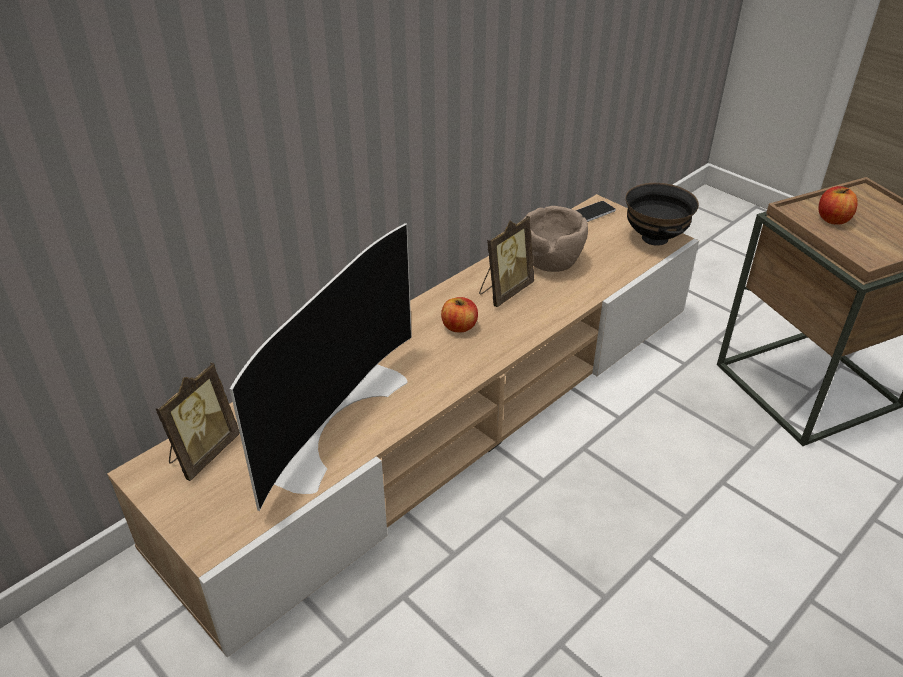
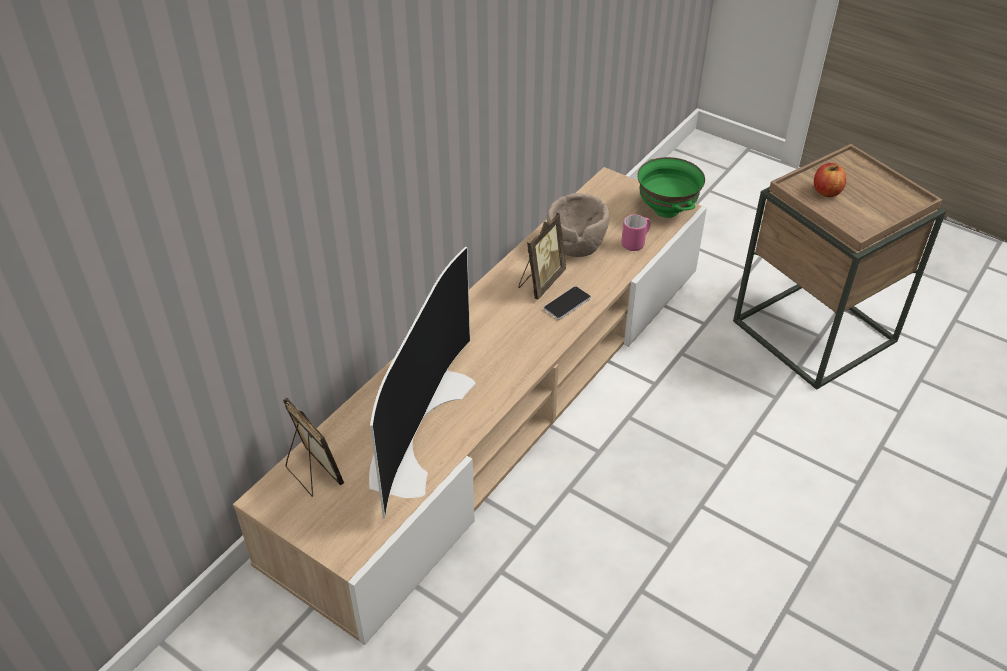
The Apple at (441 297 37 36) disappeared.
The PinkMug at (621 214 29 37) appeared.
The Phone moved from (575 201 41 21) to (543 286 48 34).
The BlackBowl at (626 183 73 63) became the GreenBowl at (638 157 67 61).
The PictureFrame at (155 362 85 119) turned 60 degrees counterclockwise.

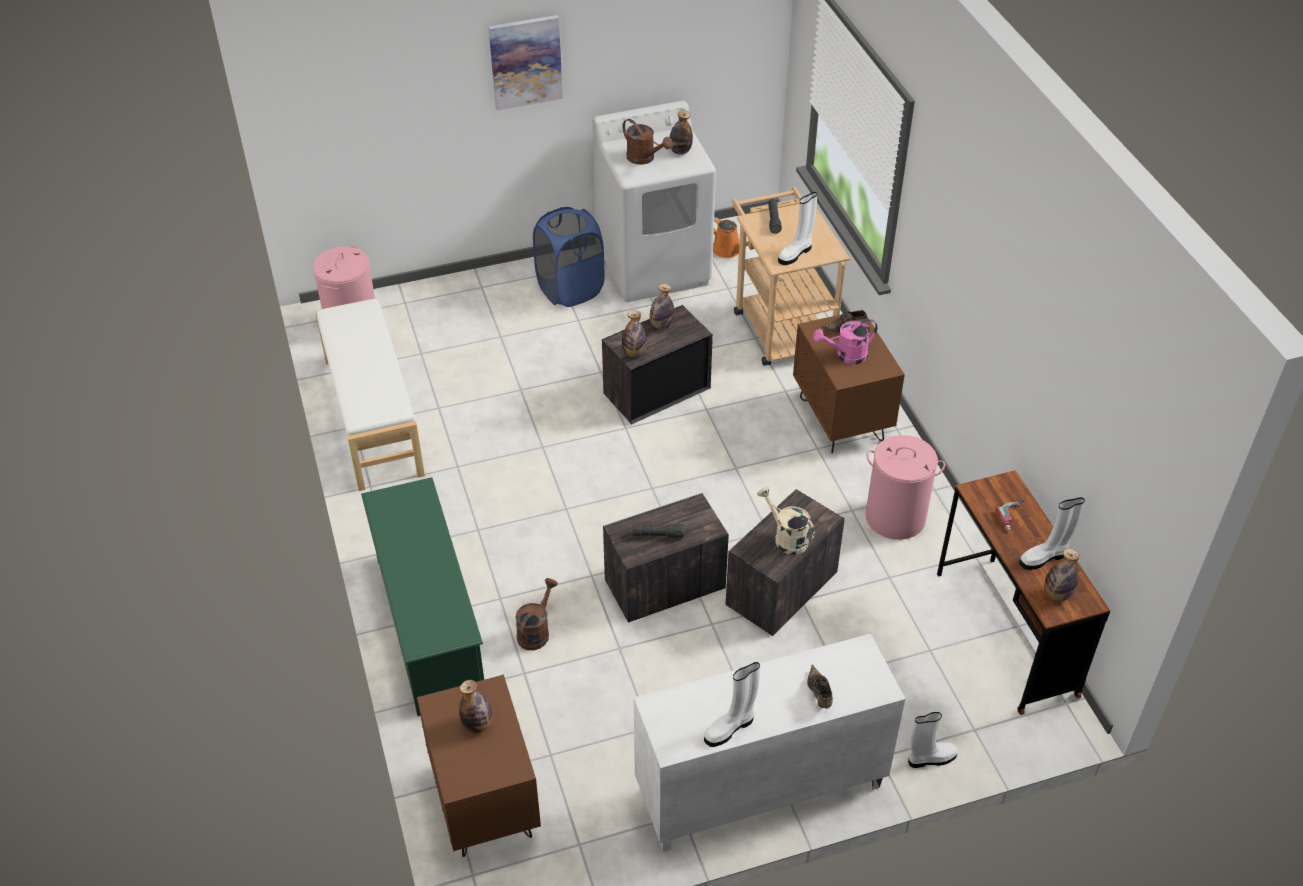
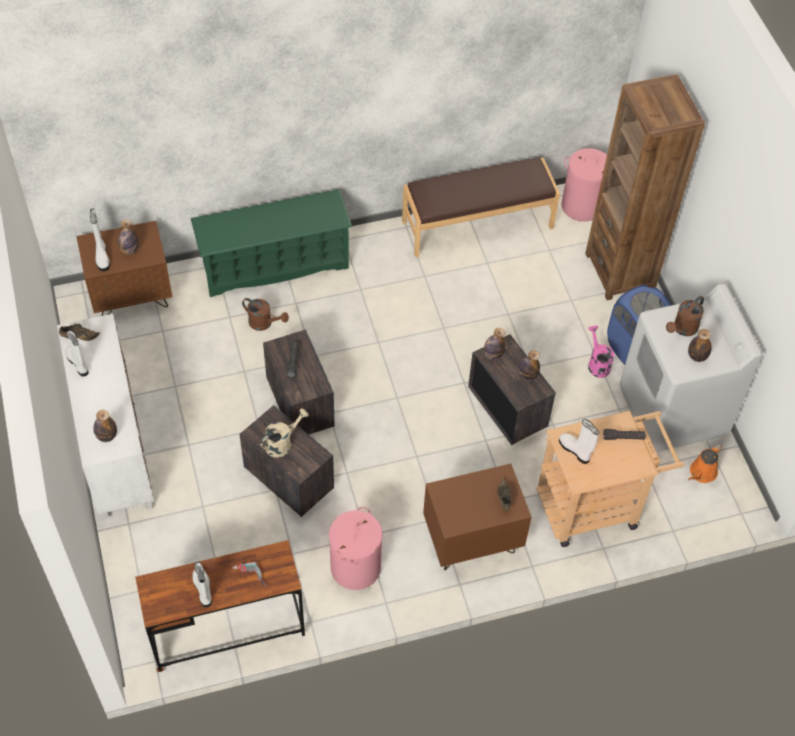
The Picture at (489 15 74 95) disappeared.
The BrownBookcase at (585 74 120 226) appeared.
The BrownShoe moved from (807 664 26 44) to (59 324 41 17).
The PinkWateringCan moved from (813 319 64 45) to (588 325 26 53).
The WhiteBoot moved from (908 712 50 56) to (90 209 20 63).
The Bottle moved from (1044 548 36 53) to (93 410 24 32).
The WhiteBench at (315 298 110 193) became the BrownBench at (402 157 158 100).

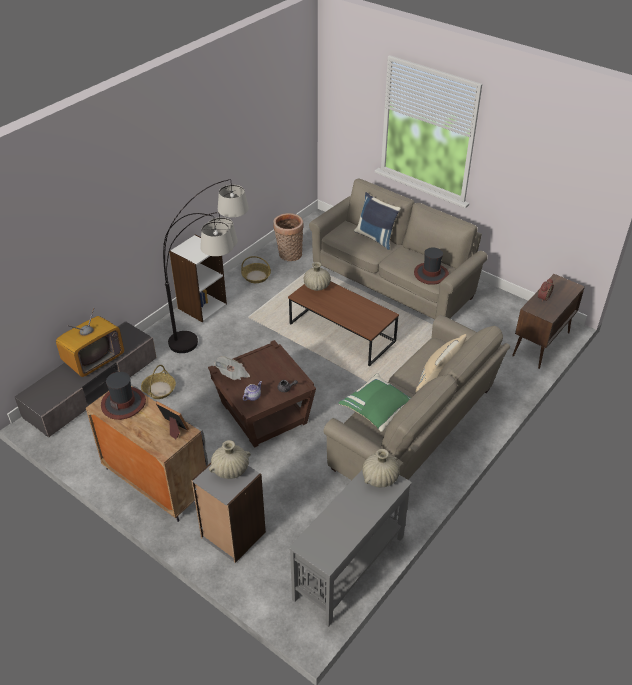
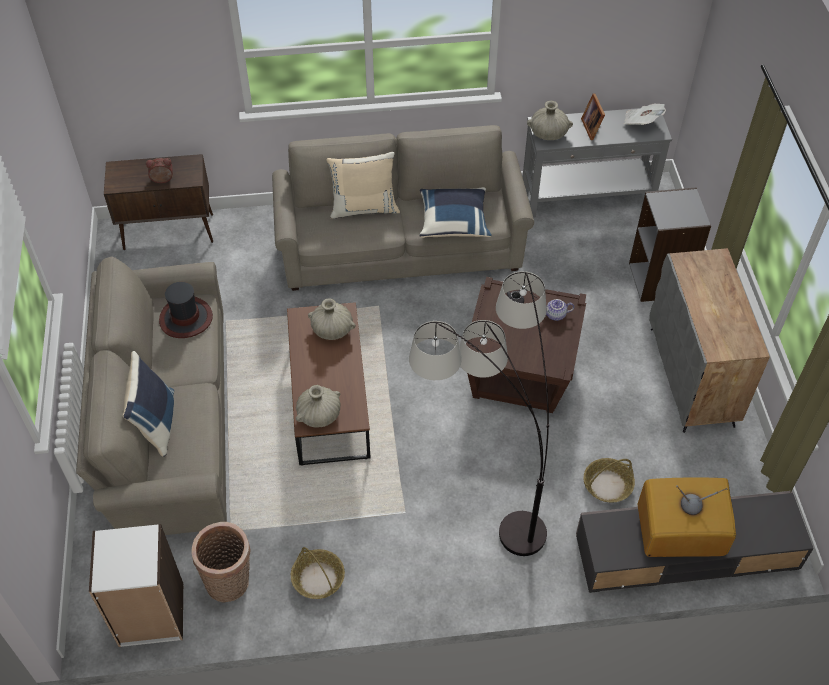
The Hat at (101 372 45 48) disappeared.
The PictureFrame moved from (156 401 33 38) to (581 93 24 47).
The WhiteBookcase moved from (169 234 58 88) to (89 524 95 123).
The BeigeVase moved from (209 440 42 39) to (308 299 48 41).
The Newspaper moved from (214 356 36 24) to (623 103 43 22).
The GreenPillow at (339 373 72 59) became the BluePillow at (419 187 73 51).

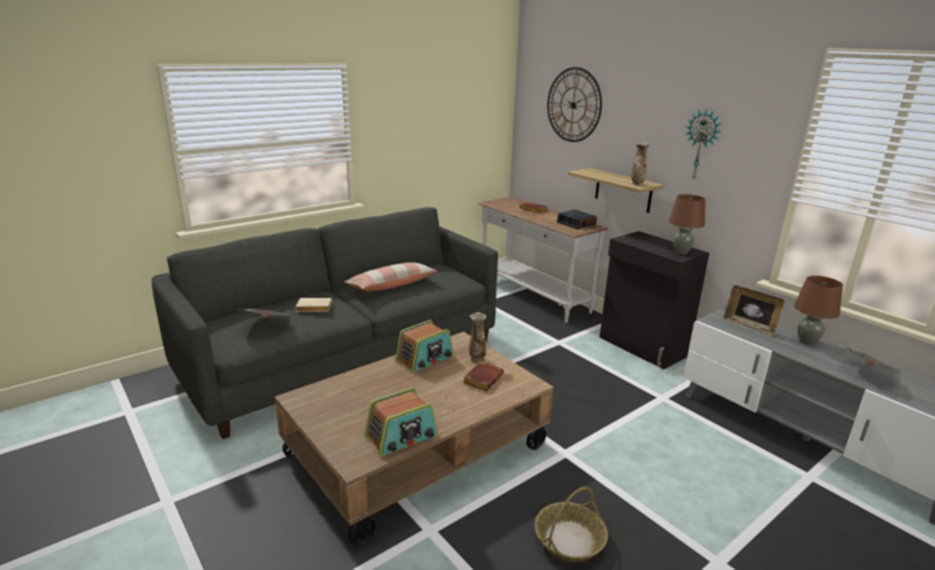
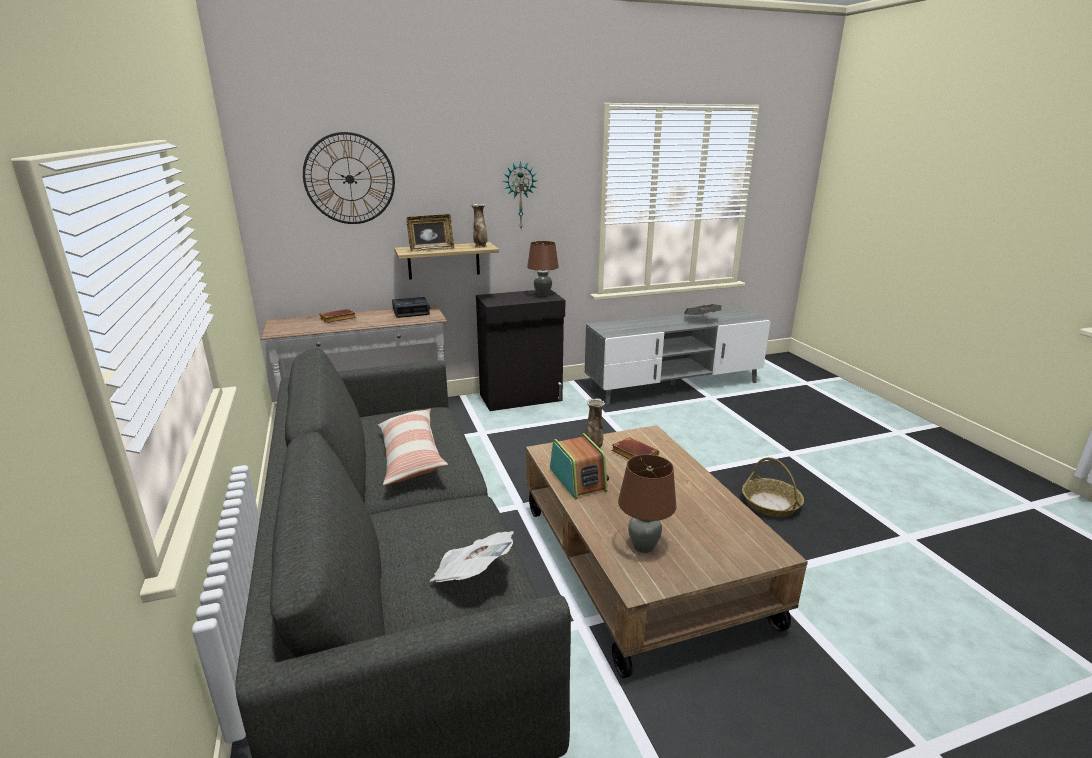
The BeigeBook at (296 298 36 14) disappeared.
The Radio at (364 388 74 69) disappeared.
The PictureFrame moved from (724 285 60 51) to (407 214 47 38).
The BrownTableLamp moved from (794 276 49 70) to (618 454 58 99).

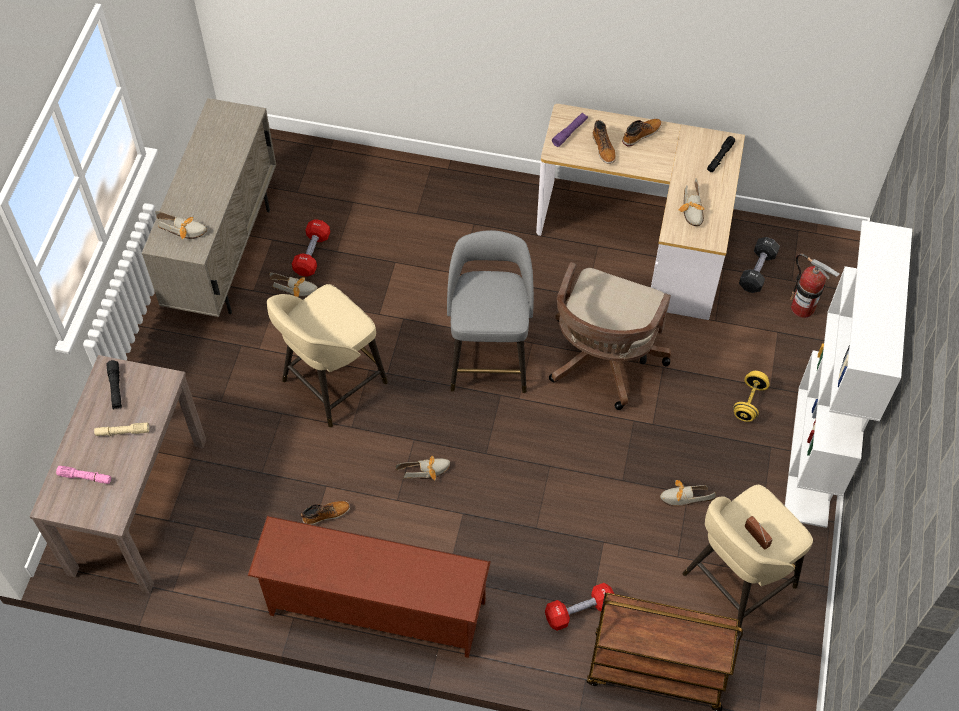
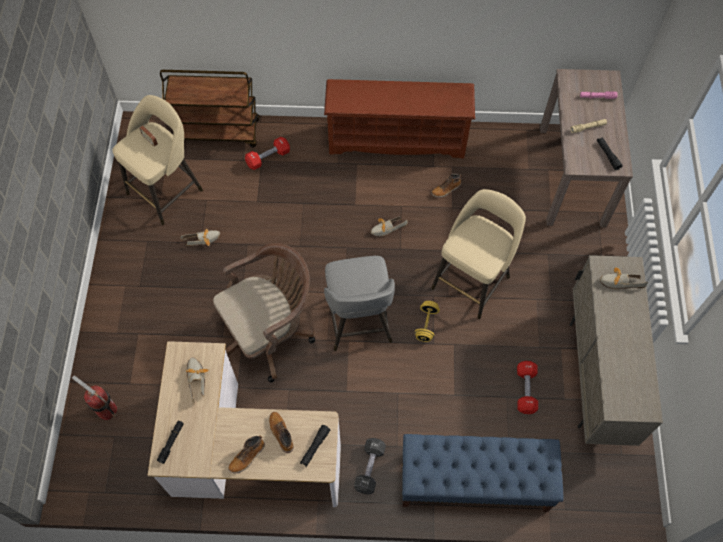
The Shoe at (270 273 48 24) disappeared.
The WhiteBookcase at (785 220 127 308) disappeared.
The BlueBench at (402 434 162 78) appeared.
The YellowDumbbell moved from (733 371 36 51) to (415 301 25 41).
The BlackDumbbell moved from (739 237 41 56) to (354 438 32 56).
The PurpleFlashlight at (552 112 36 35) became the BlackFlashlight at (300 425 31 42).
The BrownOfficeChair at (549 262 122 148) turned 45 degrees clockwise.

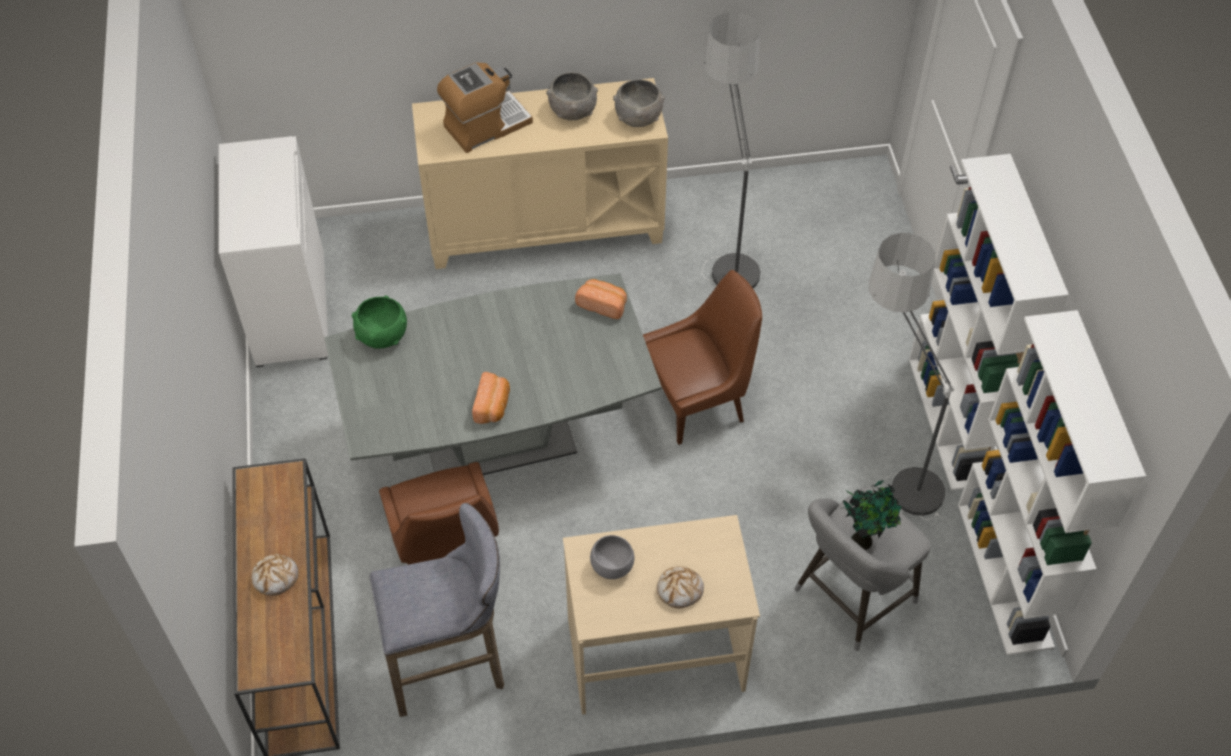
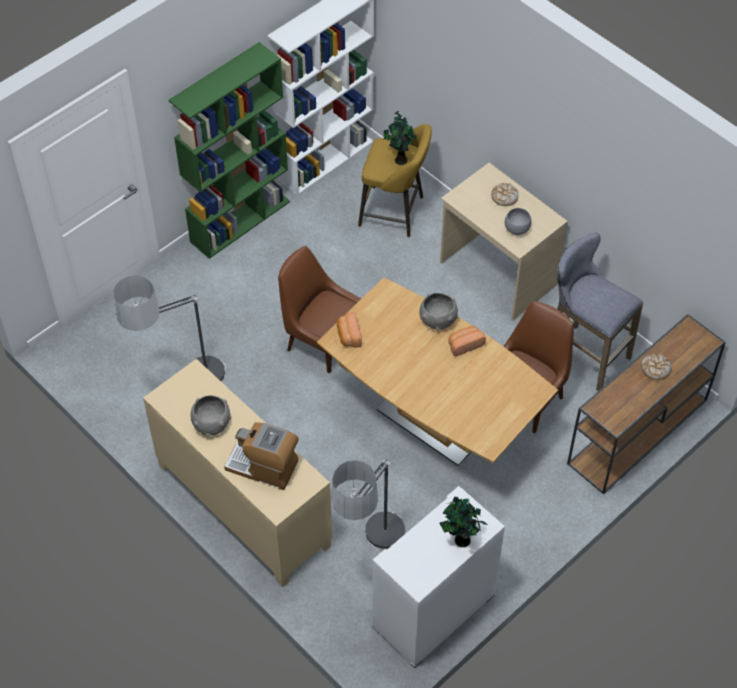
The GreenBowl at (352 296 55 52) disappeared.
The PottedPlant at (439 496 49 51) appeared.
The GreyBowl moved from (613 79 52 48) to (419 293 39 37).
The FloorLamp moved from (869 233 85 287) to (331 458 74 94).
The GreyDiningTable at (324 274 338 201) became the BrownDiningTable at (317 278 241 188).
The GreyStool at (795 487 135 164) became the YellowStool at (358 124 74 113).
The WhiteBookcase at (909 154 160 337) became the GreenBookcase at (169 42 121 217).

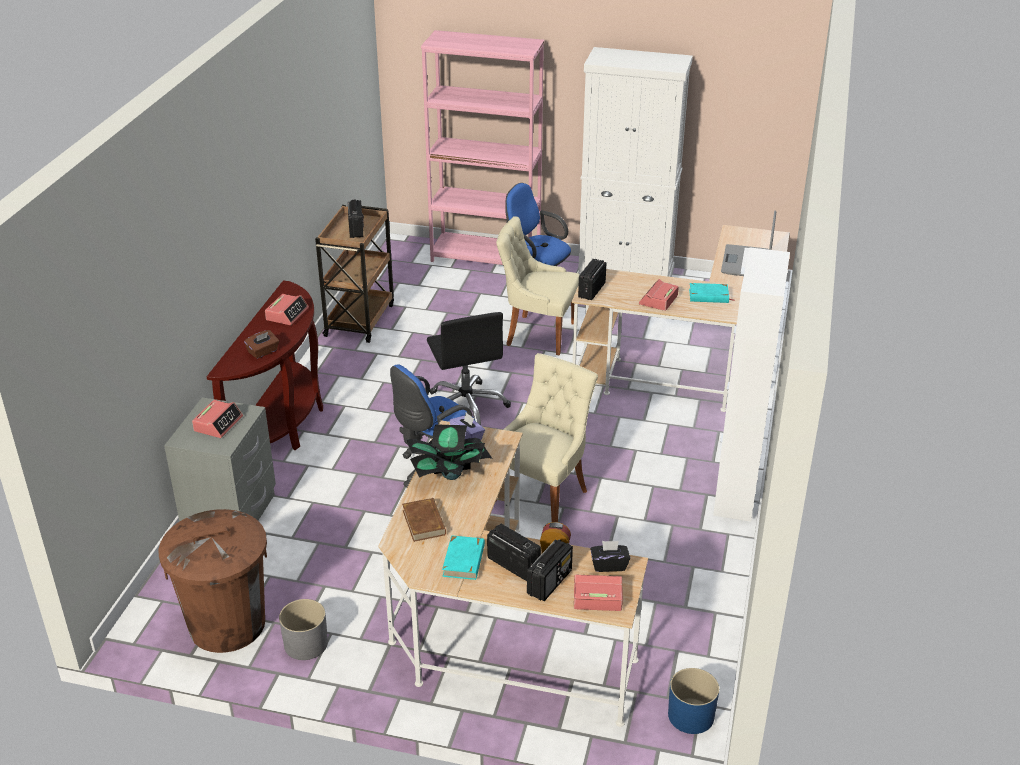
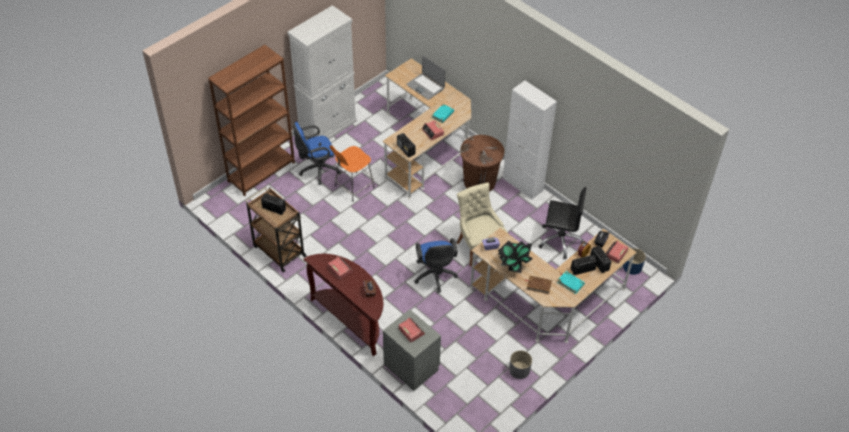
The BrownTrashCan moved from (159 509 108 144) to (460 135 44 57).
The BlackOfficeChair moved from (427 312 84 114) to (539 187 47 72).
The BeigeChair at (496 216 84 139) was replaced by the OrangeStool at (330 145 44 57).
The PinkBookcase at (421 30 123 235) became the BrownBookcase at (208 45 87 151).

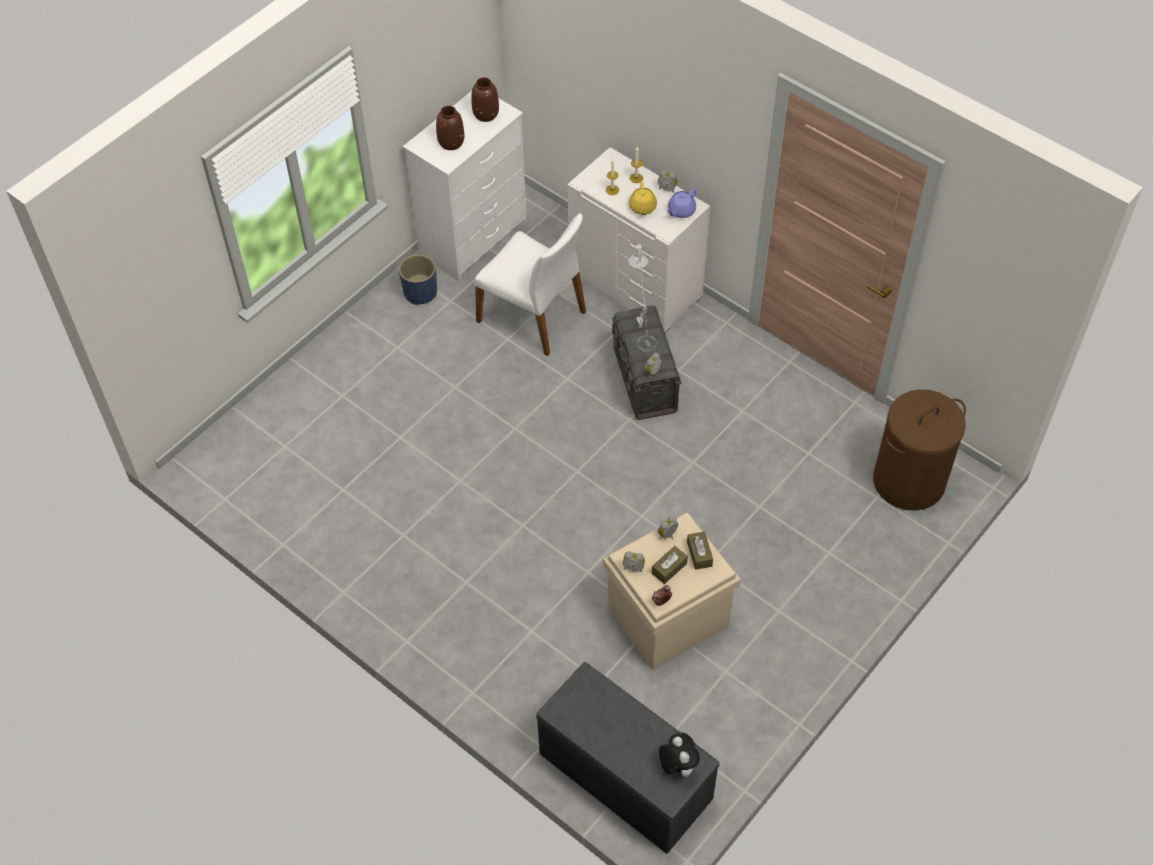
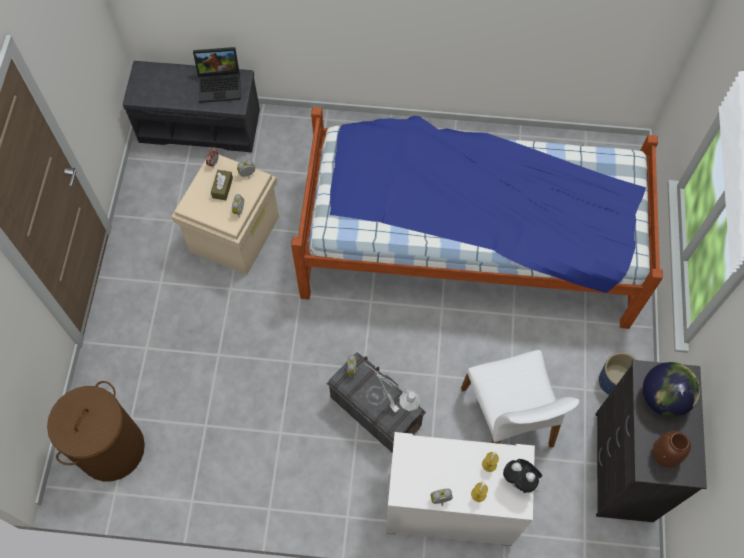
The YellowTeapot at (629 182 28 33) disappeared.
The PurpleTeapot at (667 189 29 29) disappeared.
The BrownTissueBox at (687 531 26 39) disappeared.
The Laptop at (193 47 48 56) appeared.
The Bed at (291 107 372 222) appeared.
The PlushToy moved from (659 733 41 44) to (503 459 39 34).
The BrownVase at (436 106 28 44) was replaced by the Globe at (643 362 57 55).
The WhiteDresser at (403 91 124 190) became the BlackDresser at (596 360 111 162).
The WhiteChair at (475 213 111 143) turned 105 degrees counterclockwise.

